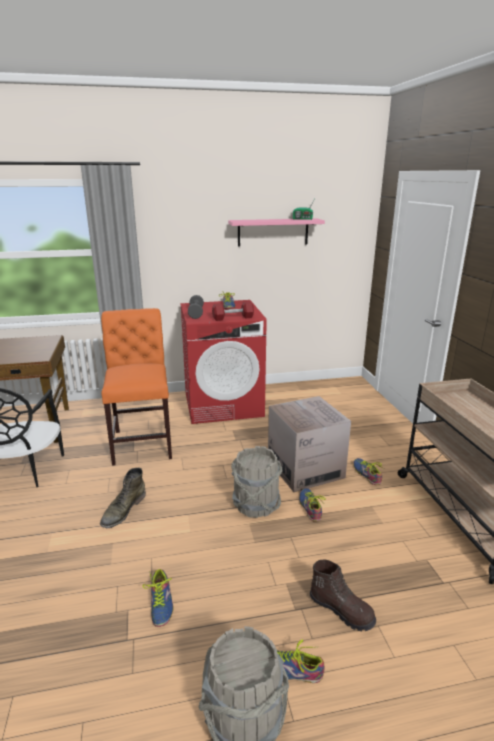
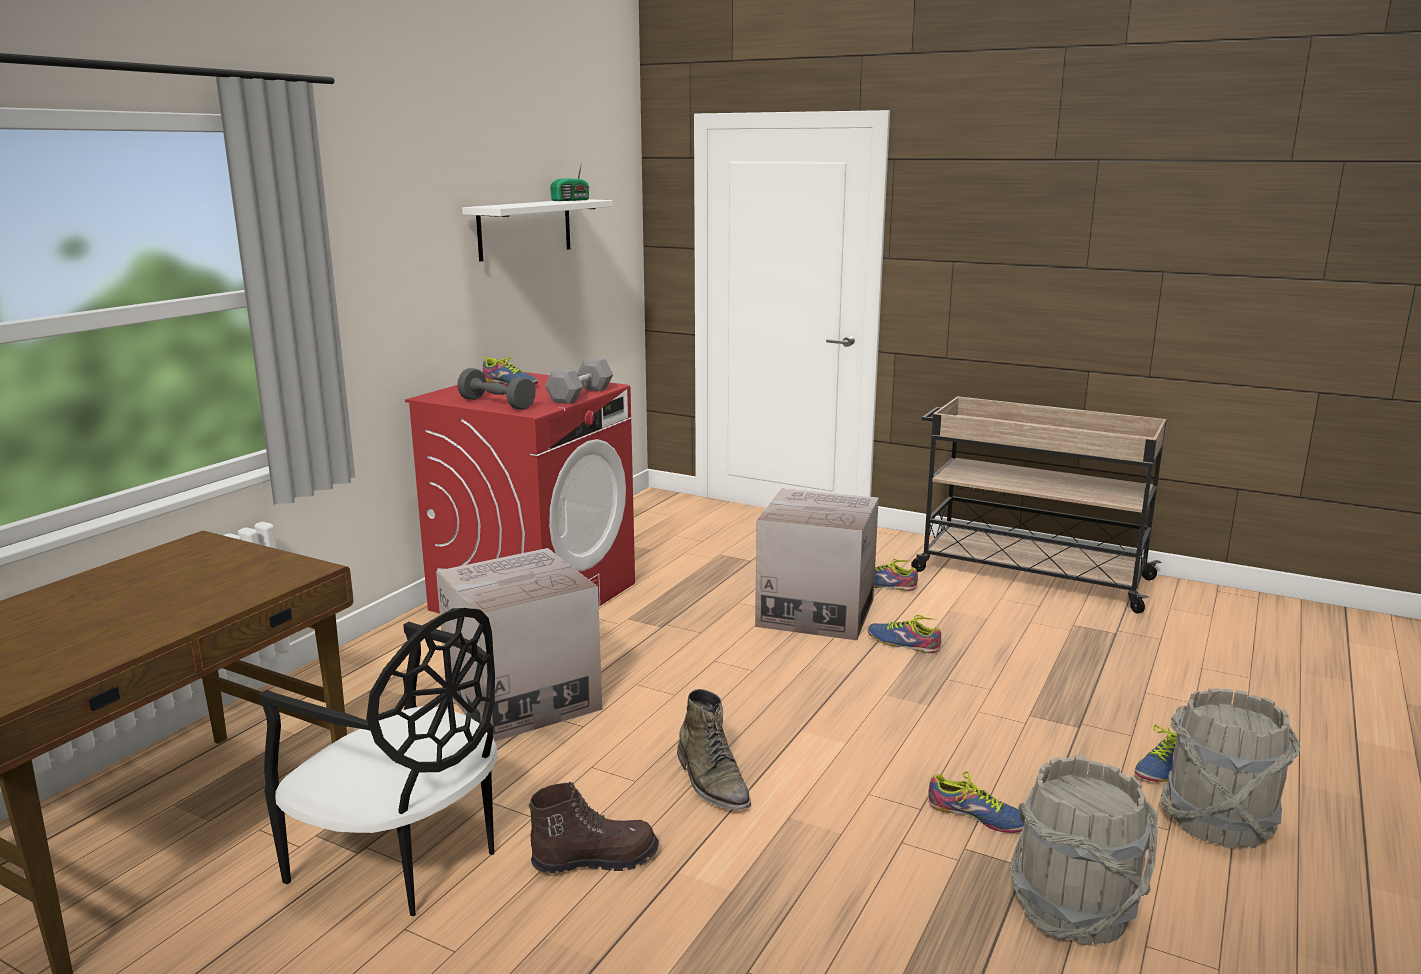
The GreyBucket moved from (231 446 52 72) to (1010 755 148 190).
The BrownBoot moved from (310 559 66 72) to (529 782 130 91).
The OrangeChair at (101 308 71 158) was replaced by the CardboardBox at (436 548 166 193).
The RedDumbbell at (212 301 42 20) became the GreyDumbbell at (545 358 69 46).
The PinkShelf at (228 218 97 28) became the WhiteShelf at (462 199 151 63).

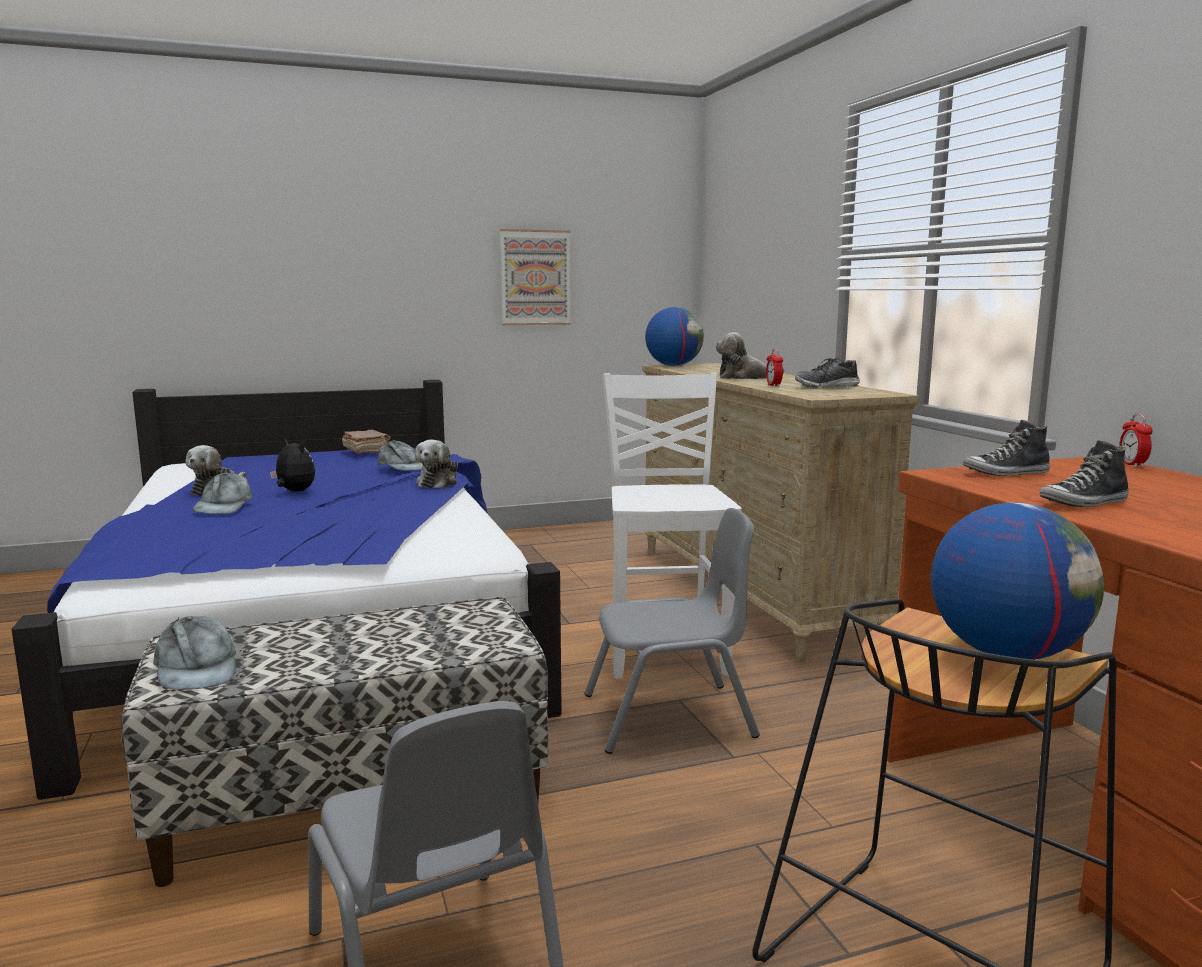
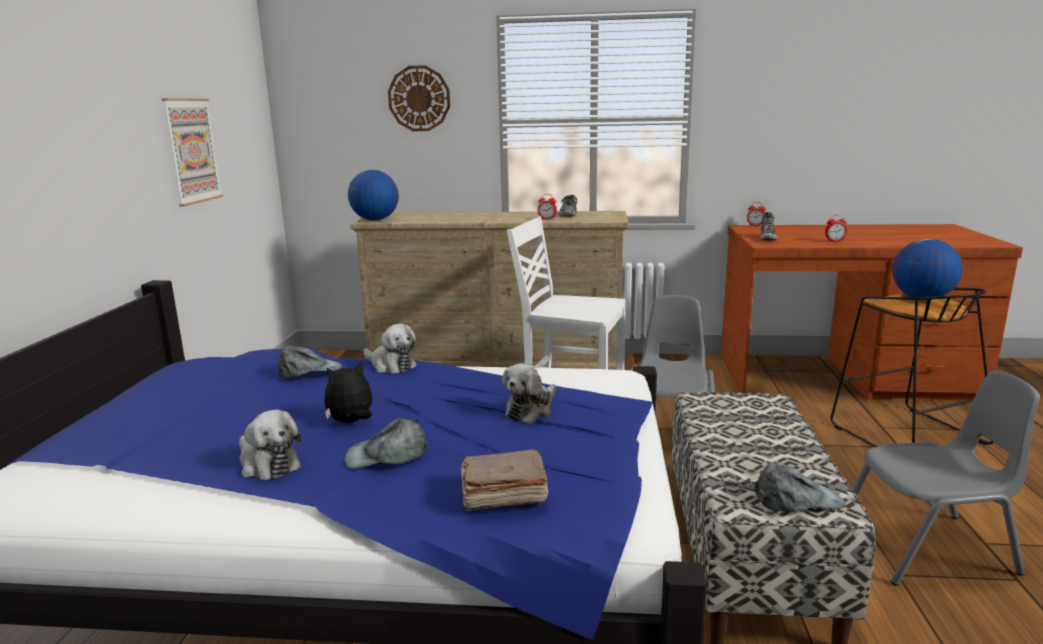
The WallClock at (388 65 62 66) appeared.
The BrownBook moved from (342 430 49 24) to (460 450 88 61).
The PlushToy moved from (716 332 69 47) to (502 364 54 60).
The Shoe at (1040 440 89 67) was replaced by the AlarmClock at (825 215 22 27).
The GreyCap at (193 472 60 42) turned 150 degrees clockwise.

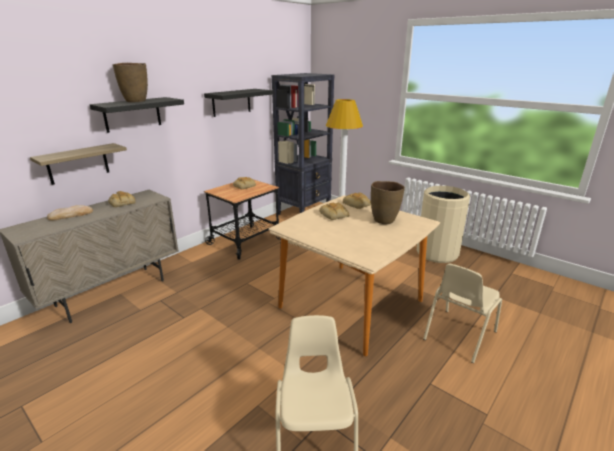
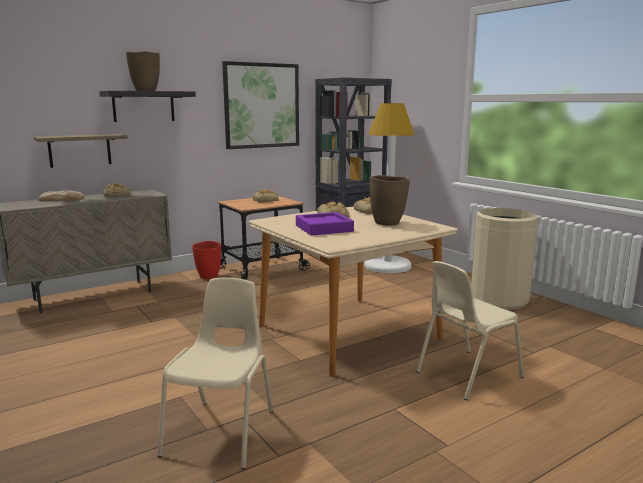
The RedVase at (192 241 29 38) appeared.
The PurpleTray at (296 212 58 24) appeared.
The BlackShelf at (204 89 69 28) was replaced by the Picture at (222 61 77 88).

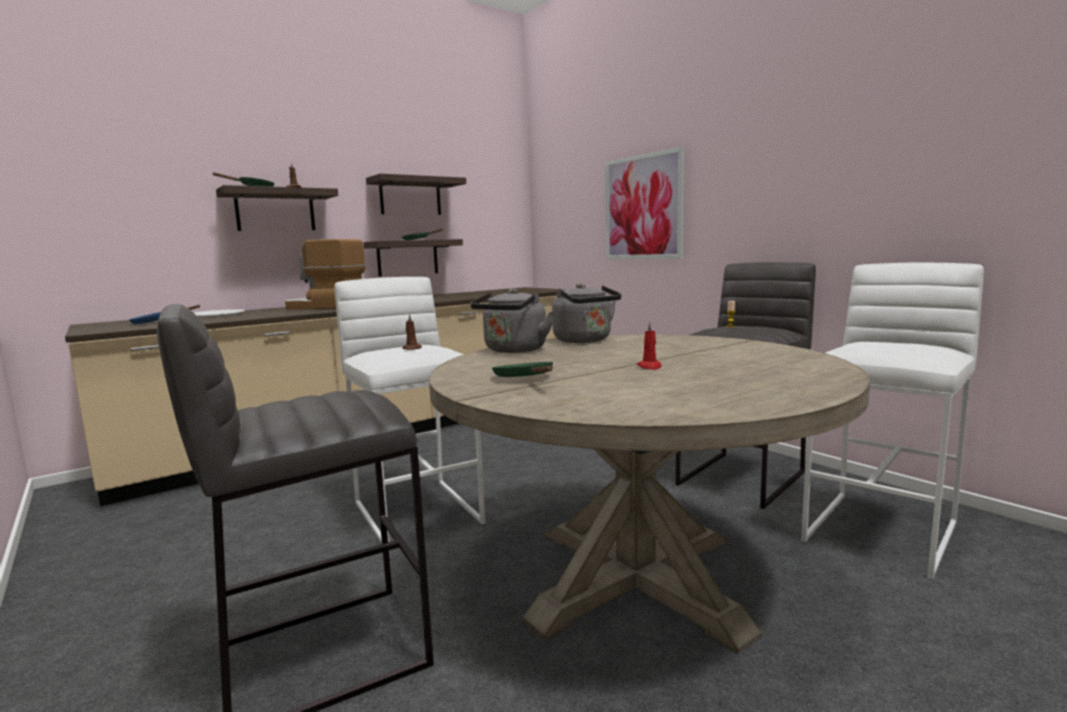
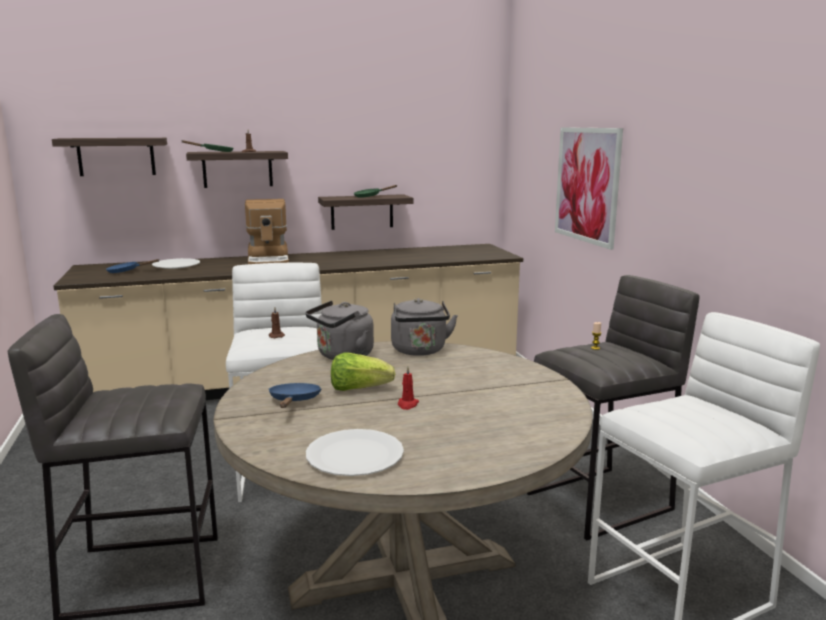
The WhitePlate at (306 429 98 47) appeared.
The Lettuce at (331 352 64 39) appeared.
The Shelf moved from (366 174 100 41) to (52 138 115 38).
The GreenFryingPan at (492 362 61 15) became the BlueFryingPan at (269 383 52 25).
The CoffeeMachine at (285 239 81 70) turned 135 degrees counterclockwise.

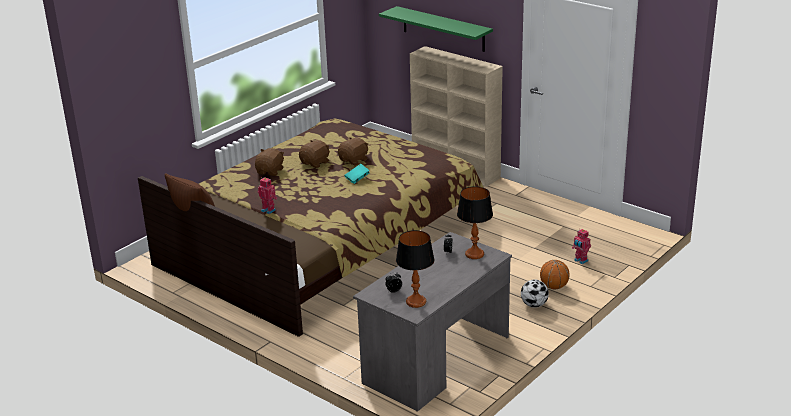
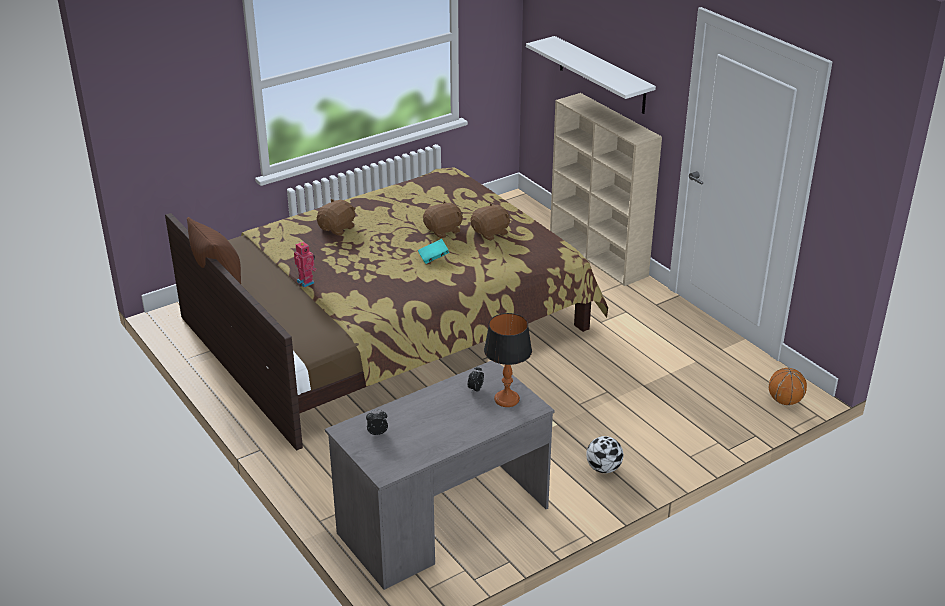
The TableLamp at (396 230 38 78) disappeared.
The ToyRobot at (572 229 19 35) disappeared.
The BrownPlushToy moved from (299 140 31 28) to (471 202 39 39).
The Basketball moved from (540 260 30 29) to (769 368 38 37).
The GreenShelf at (379 6 114 46) became the WhiteShelf at (526 36 130 78).

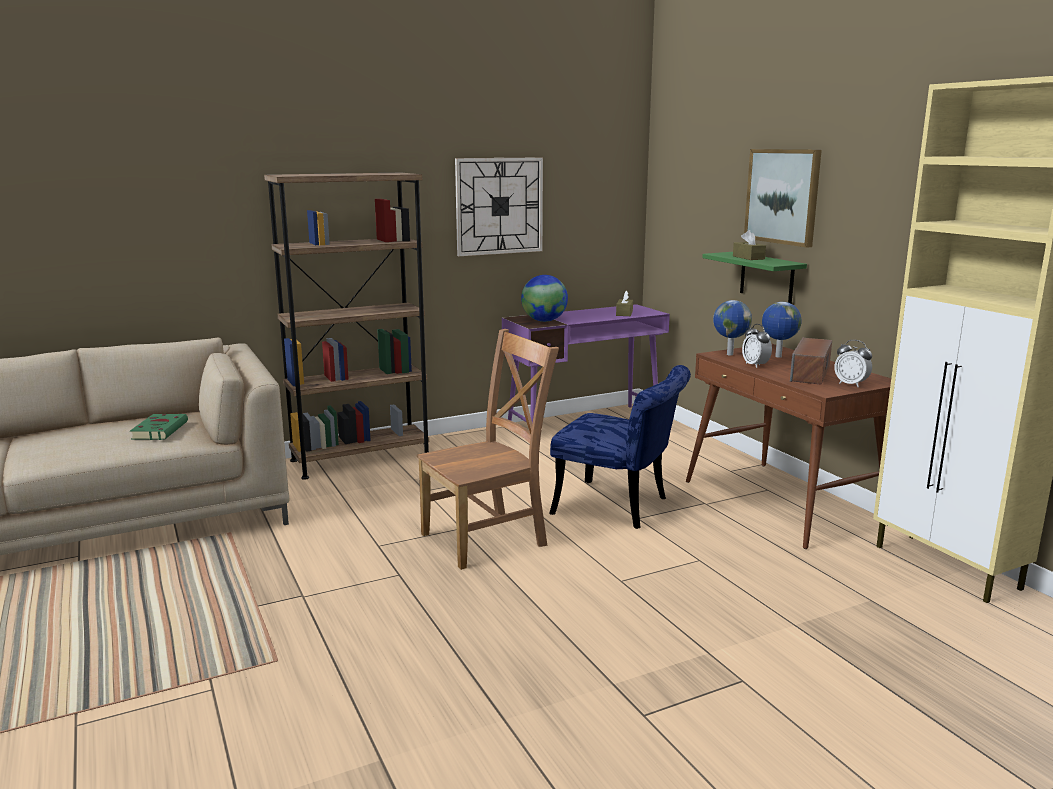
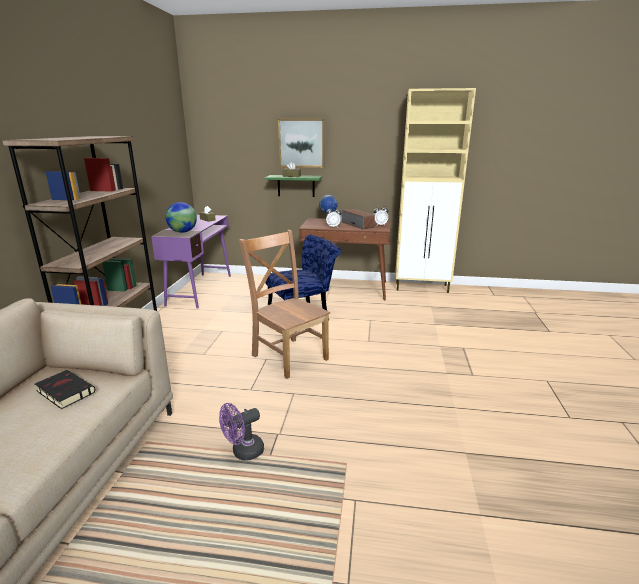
The WallClock at (455 157 88 99) disappeared.
The Globe at (713 300 39 56) disappeared.
The PurpleFan at (219 403 45 58) appeared.
The GreenBook at (130 414 58 26) became the BlackBook at (35 370 60 39).
The BrownChair at (417 329 142 241) turned 45 degrees counterclockwise.

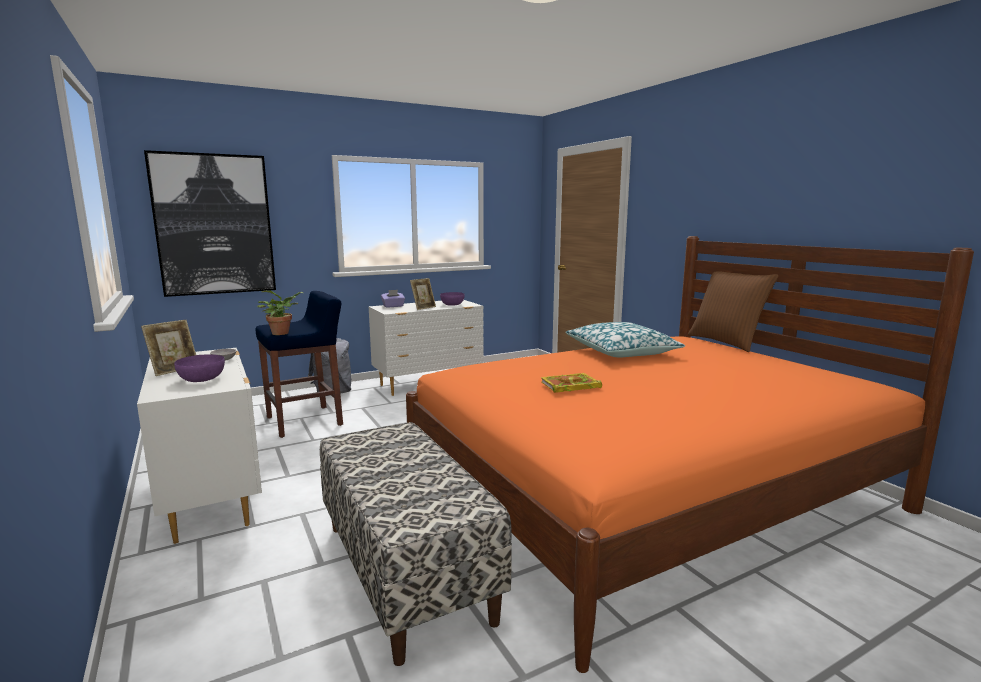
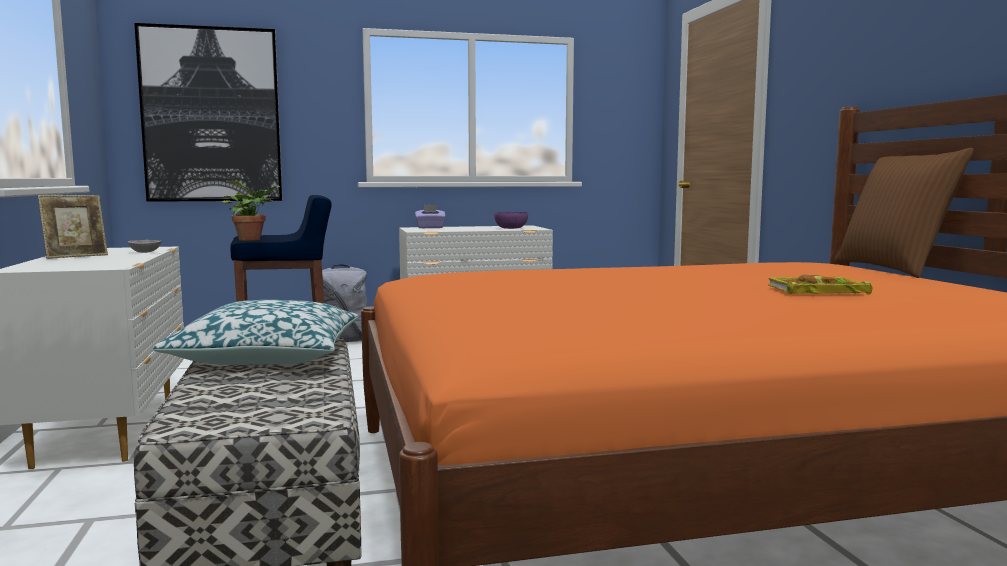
The PurpleBowl at (174 354 51 28) disappeared.
The PictureFrame at (410 278 26 32) disappeared.
The Book moved from (541 373 61 20) to (768 274 105 21).
The Pillow moved from (566 322 119 35) to (152 300 206 65).

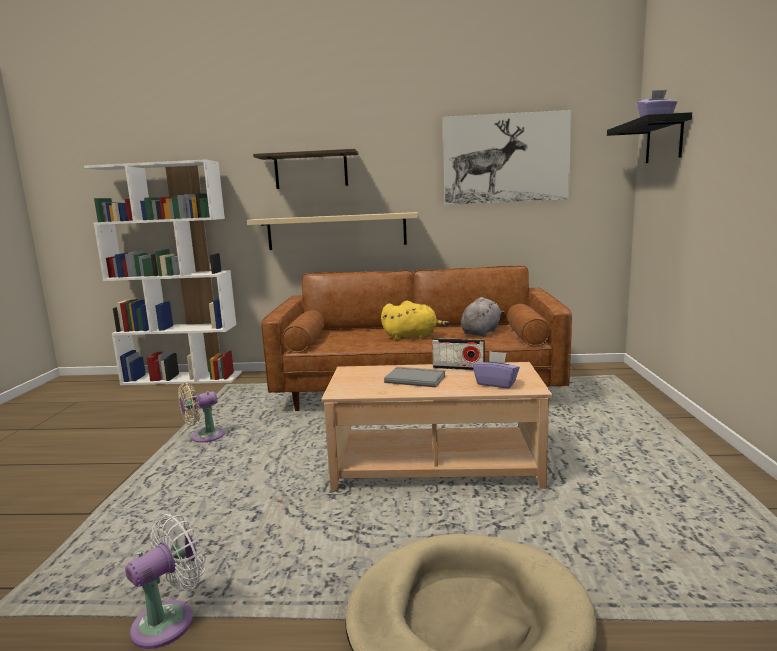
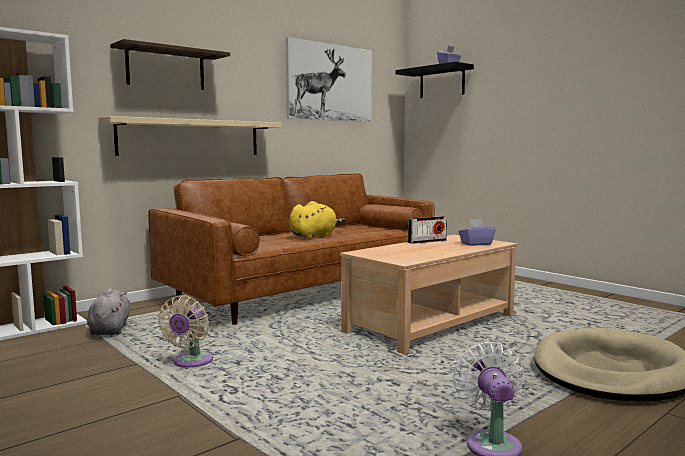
The GreyBook at (384 367 62 20) disappeared.
The GreyPlushToy moved from (461 297 44 40) to (87 288 43 47).

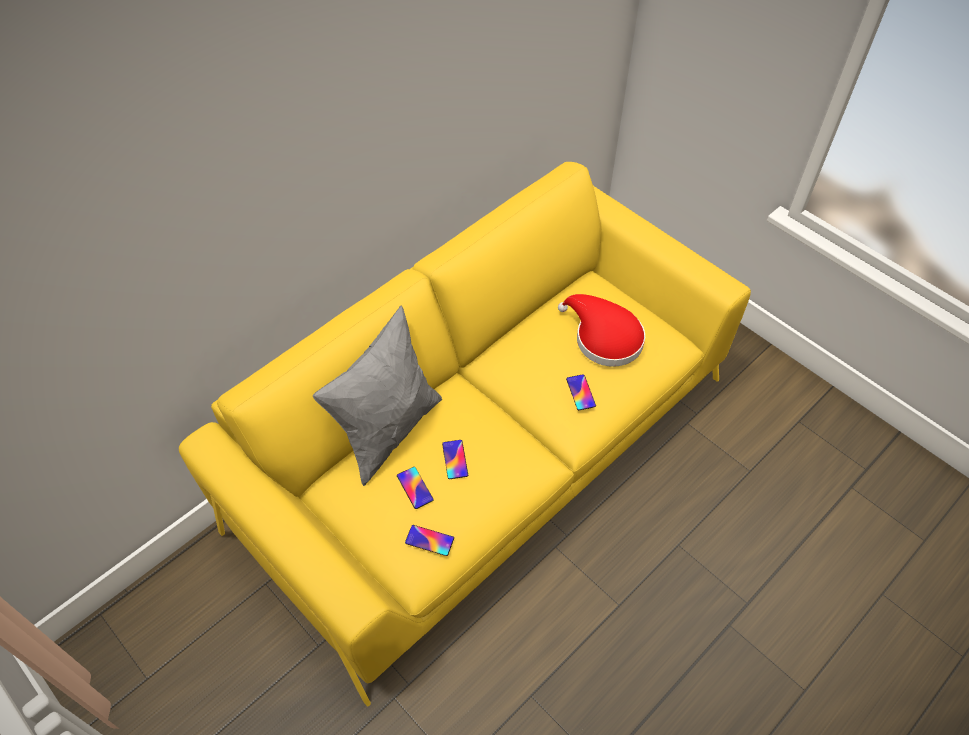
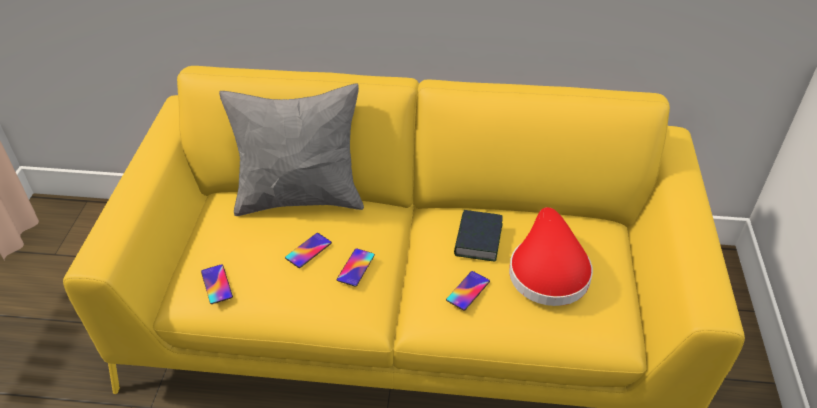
The Book at (454 210 49 52) appeared.
The Phone moved from (397 467 37 42) to (336 248 39 39).

